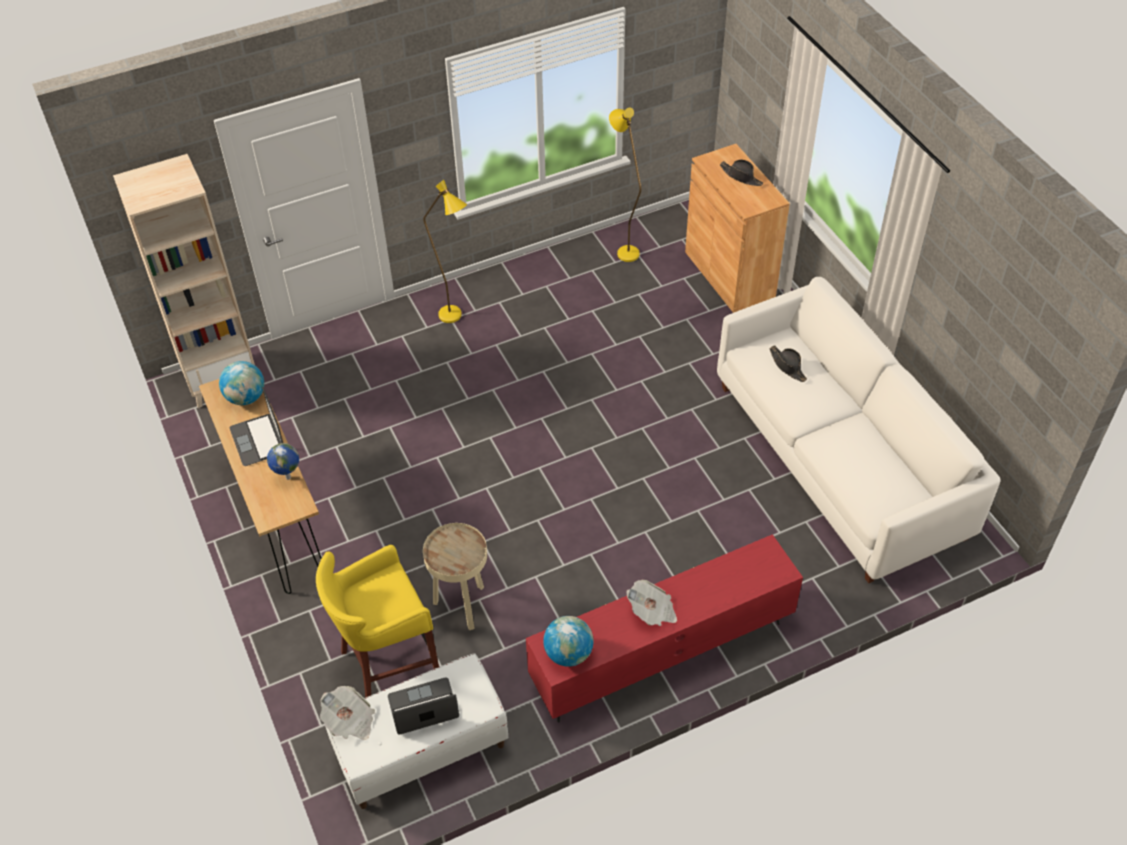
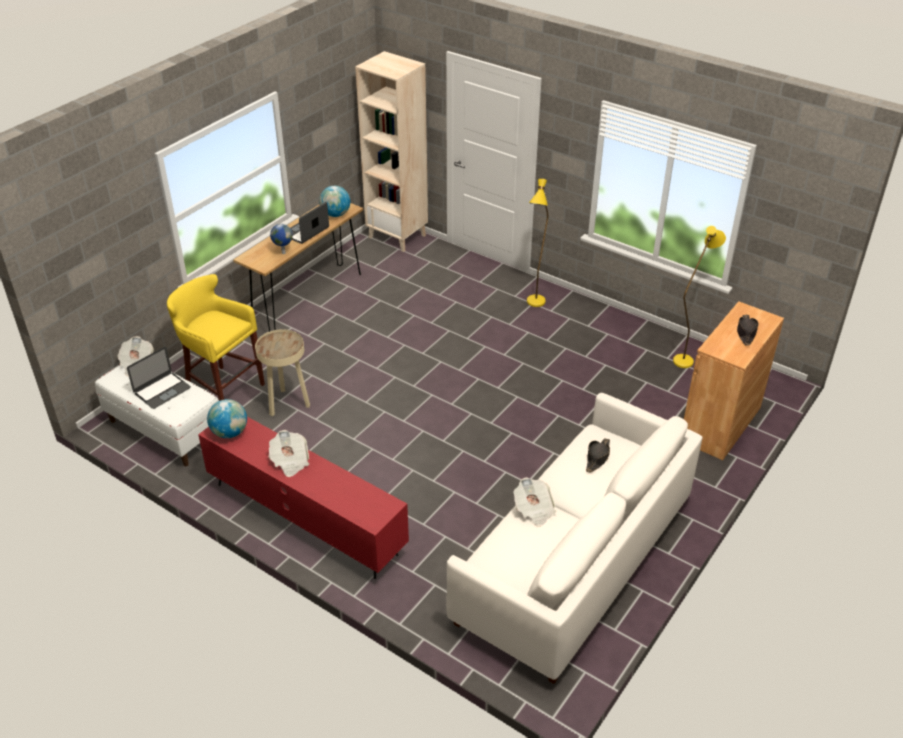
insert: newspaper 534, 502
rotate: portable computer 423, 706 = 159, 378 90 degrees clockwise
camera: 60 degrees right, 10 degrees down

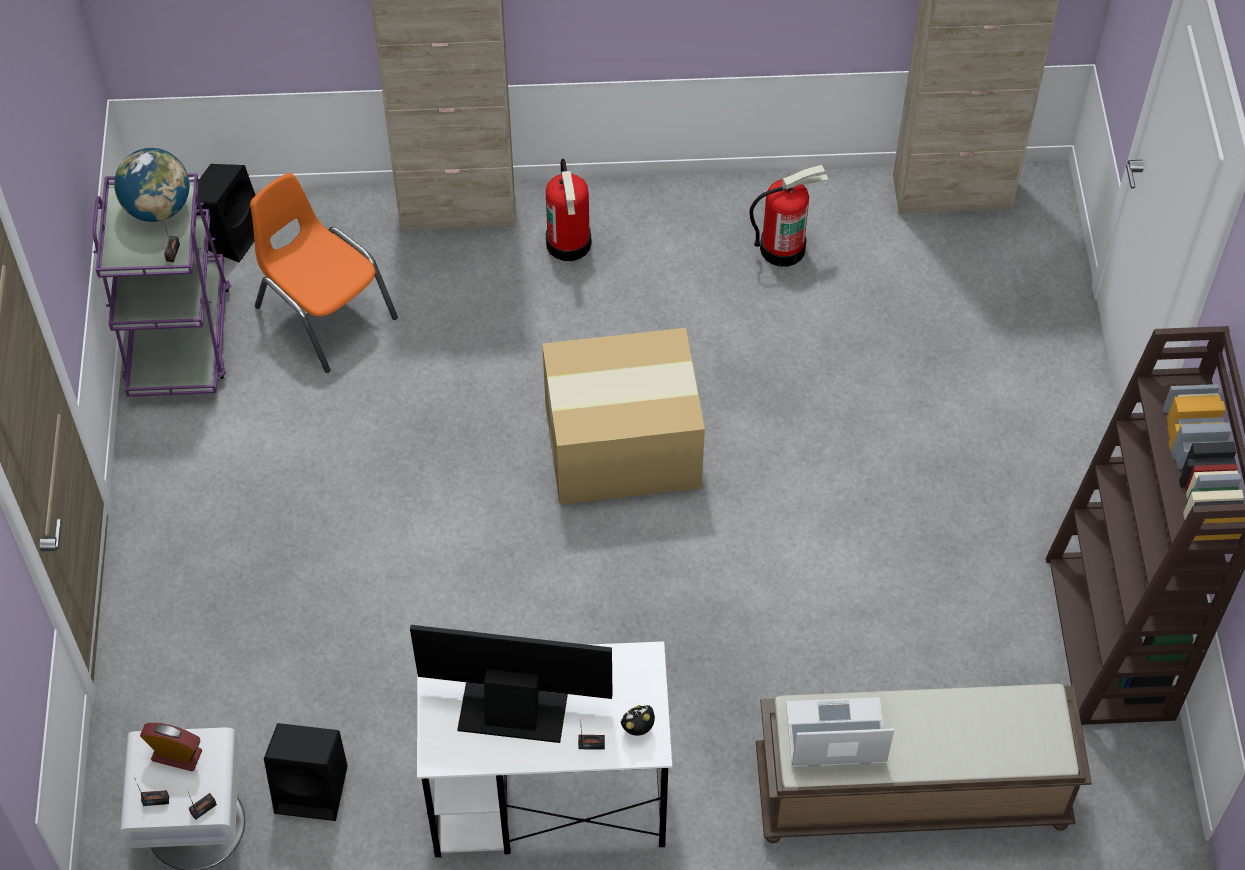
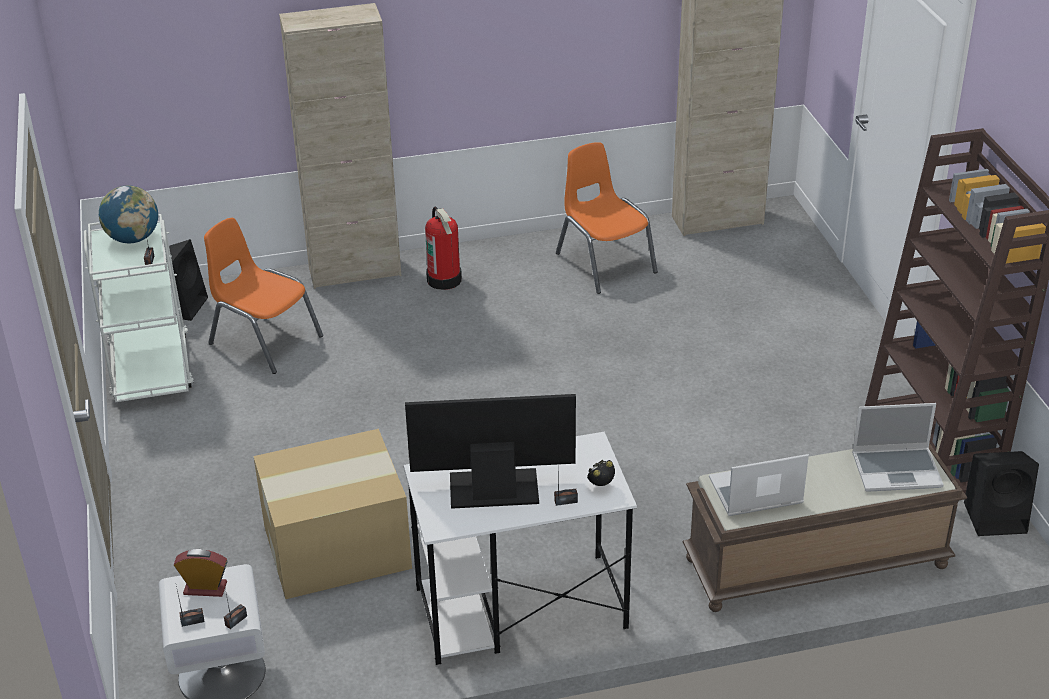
insert: portable computer 898, 447
move: carton 623, 416 to 332, 514; loudspeaker (black) 306, 772 to 1001, 493
replace: fire-fighting cylinder 788, 216 to chair (orange-coloured) 607, 218
recolor: wheeled cart (purple-coloured) 162, 285 to wheeled cart (white) 138, 308
camera: 10 degrees left, 20 degrees down

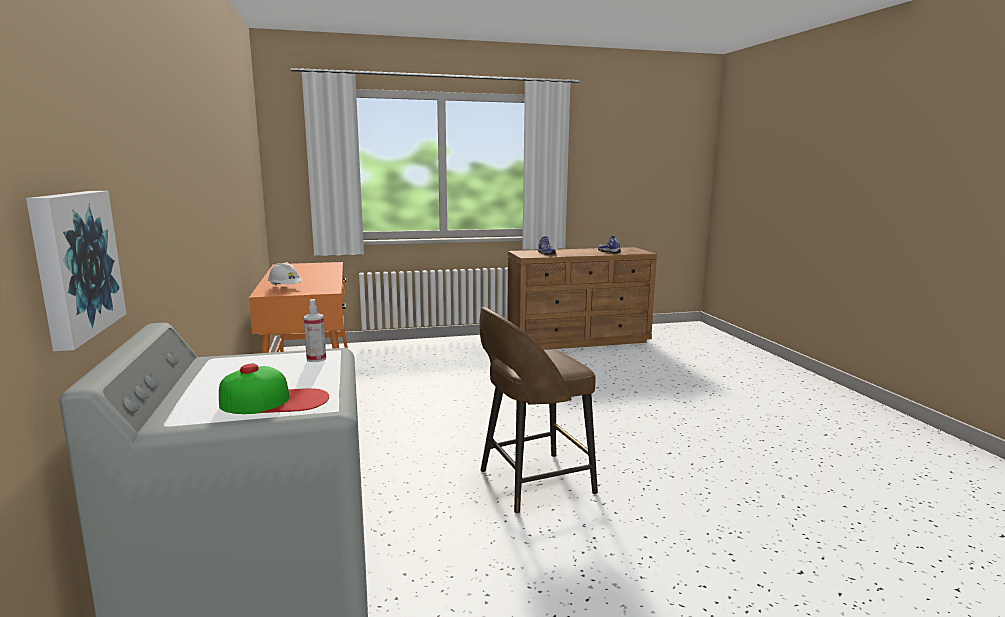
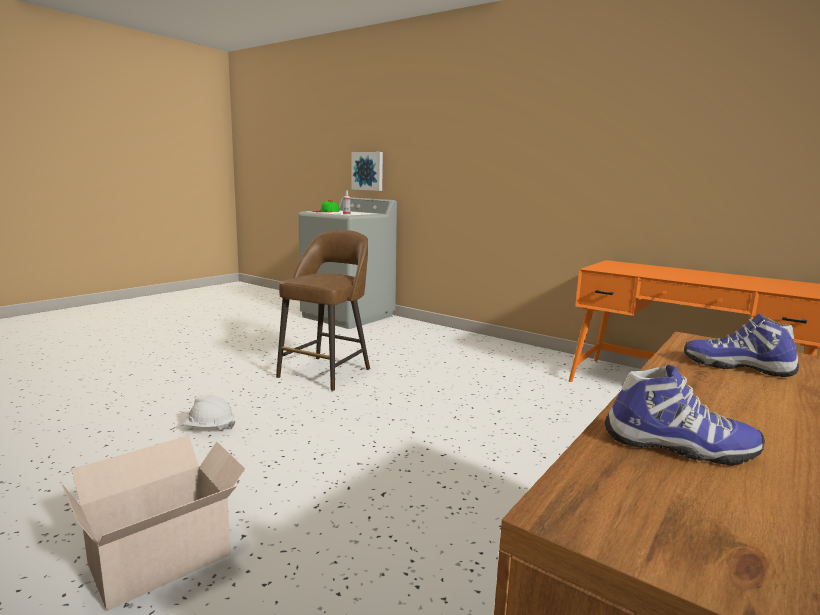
insert: carton 153, 523
move: safety helmet (white) 285, 274 to 209, 412
camera: 140 degrees right, 0 degrees up

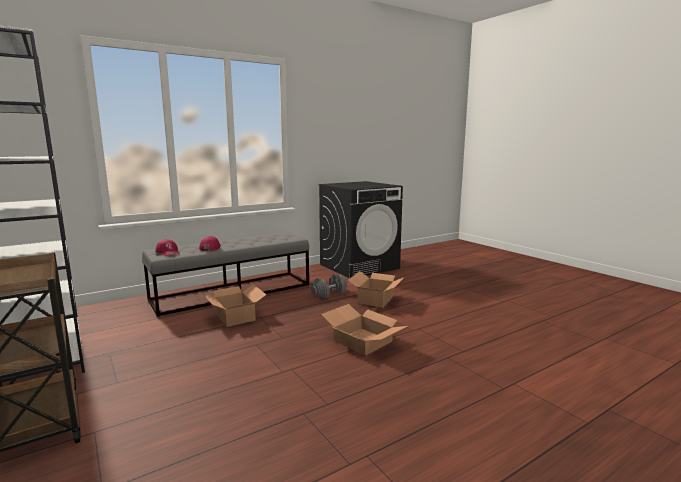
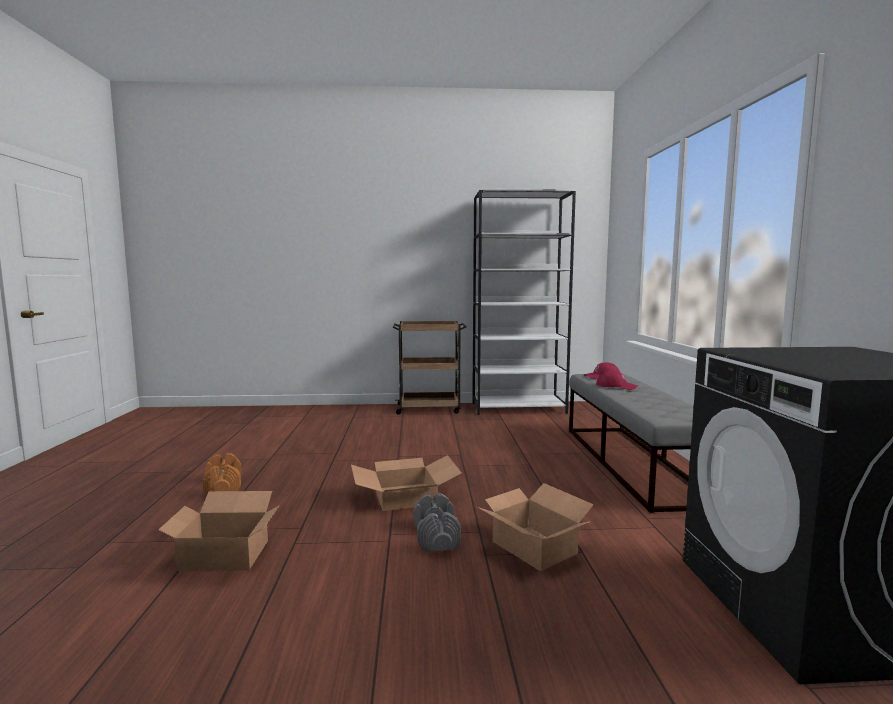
insert: dumbbell (orange-coloured) 221, 474
move: dumbbell (gray) 329, 286 to 437, 522; carton 234, 305 to 219, 531
camera: 120 degrees right, 5 degrees down

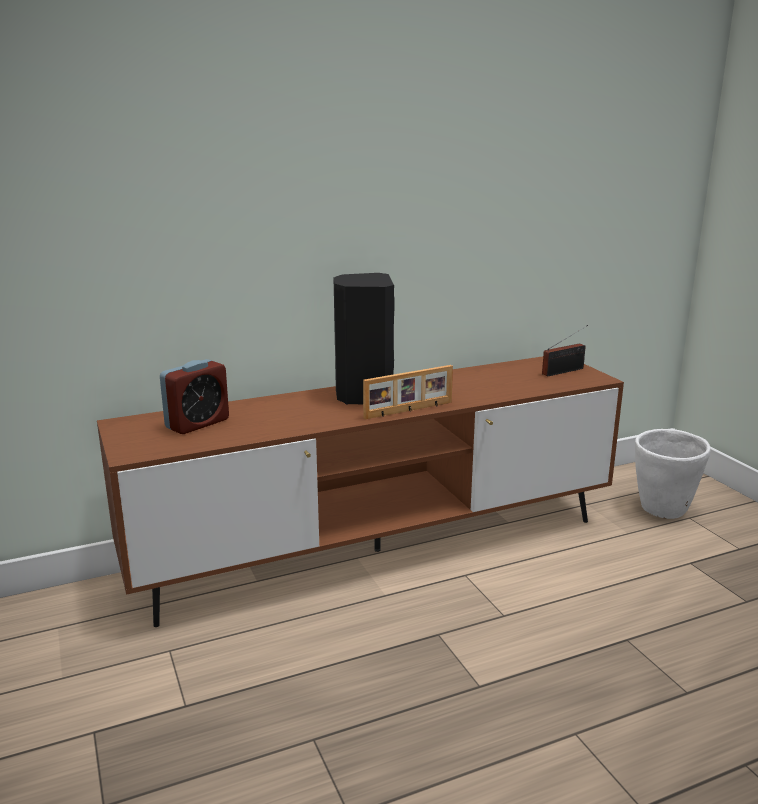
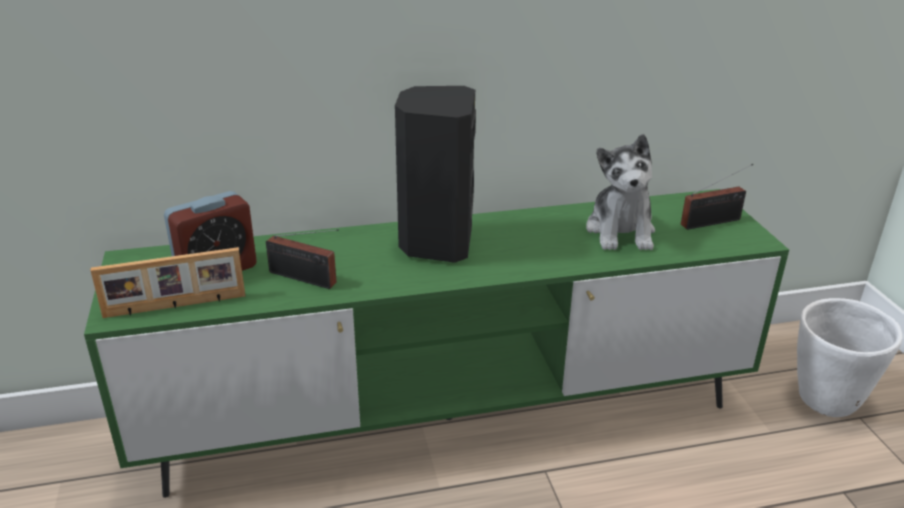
insert: cuddly toy 620, 192; radio receiver 302, 259
move: standing frame 408, 392 to 168, 282
recolor: tv unit (brown) 360, 491 to tv unit (green) 436, 343
camera: 10 degrees right, 10 degrees up

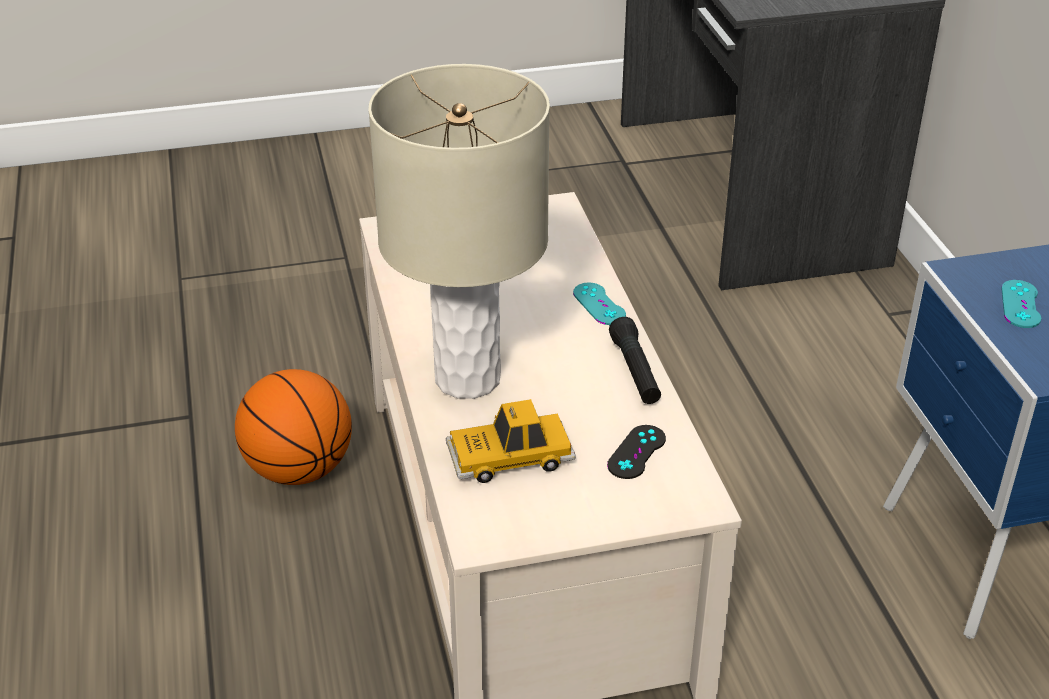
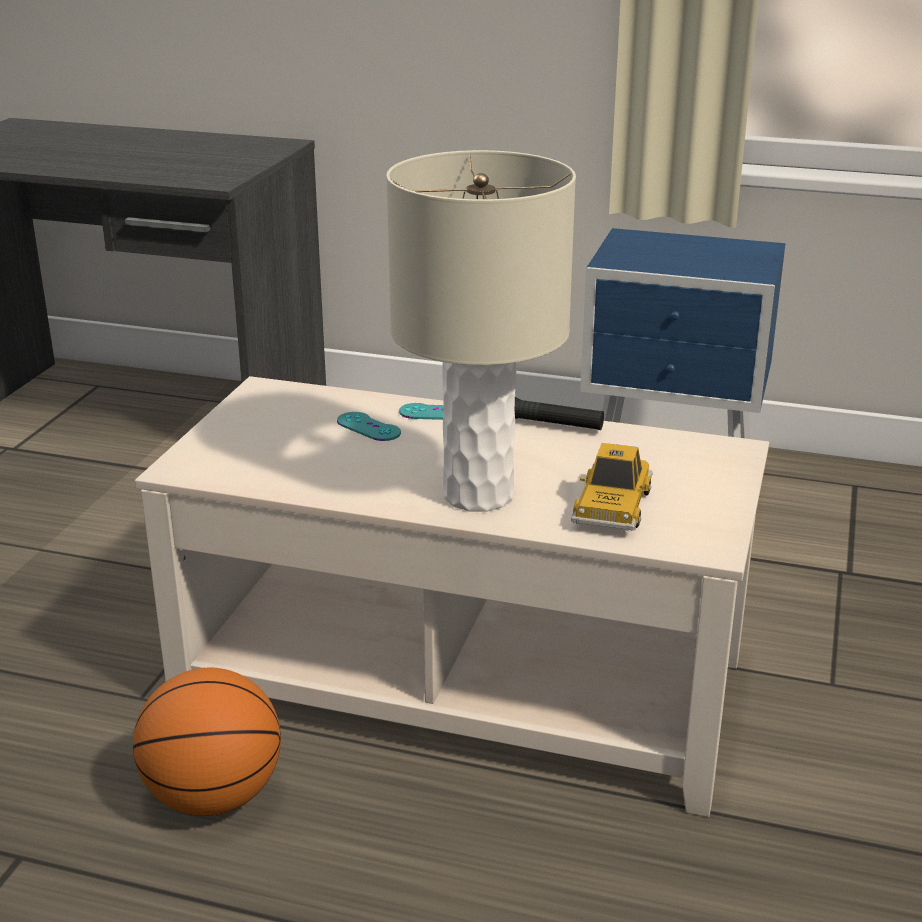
delete: gamepad (black) 636, 452
move: gamepad (turquoise) 1021, 304 to 369, 426
camera: 60 degrees left, 10 degrees down

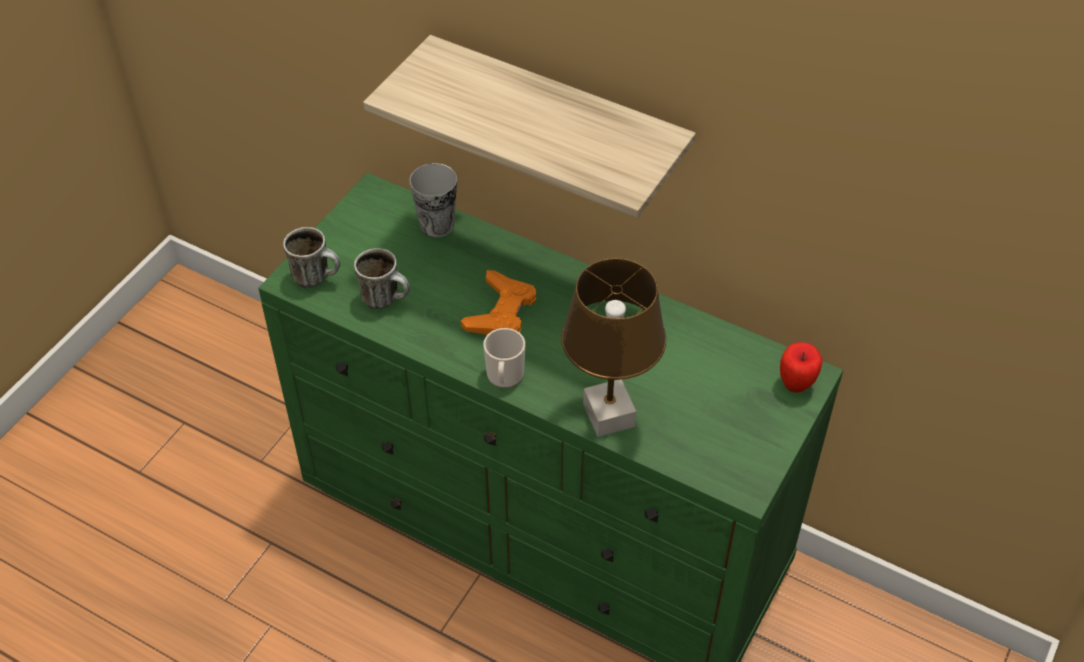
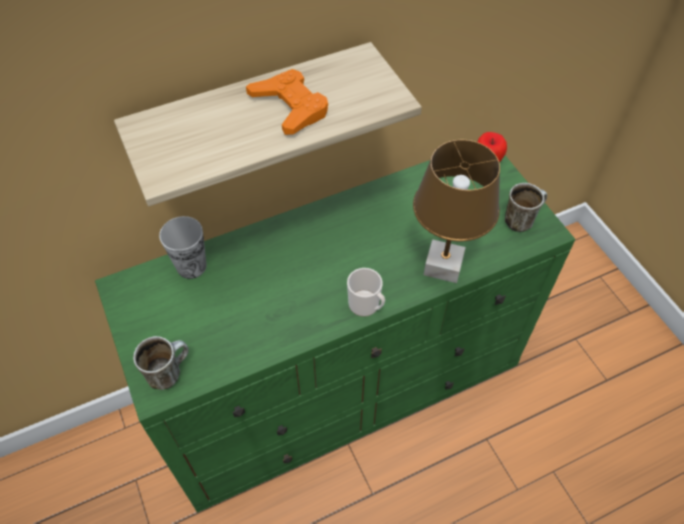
move: mug 382, 278 to 526, 207; gamepad (orange-coloured) 498, 302 to 287, 102
camera: 55 degrees left, 5 degrees up

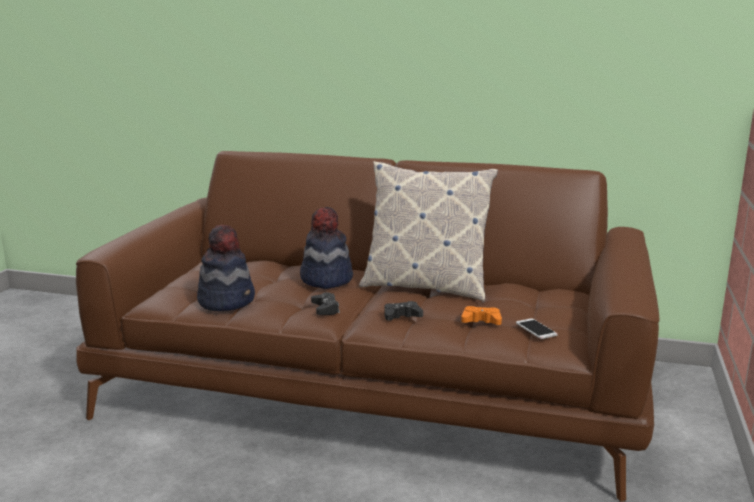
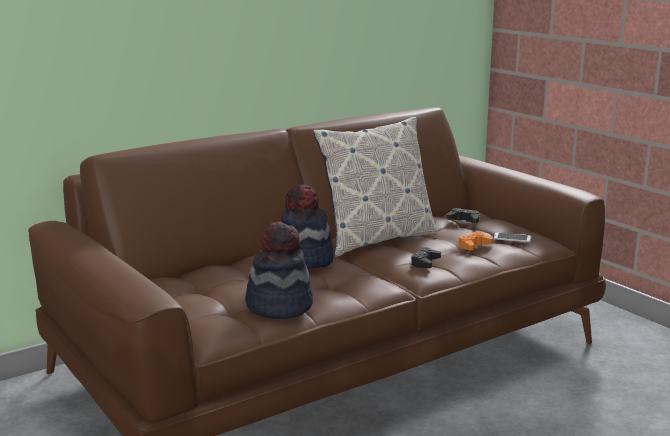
move: gamepad (black) 325, 304 to 463, 215
camera: 50 degrees left, 0 degrees up

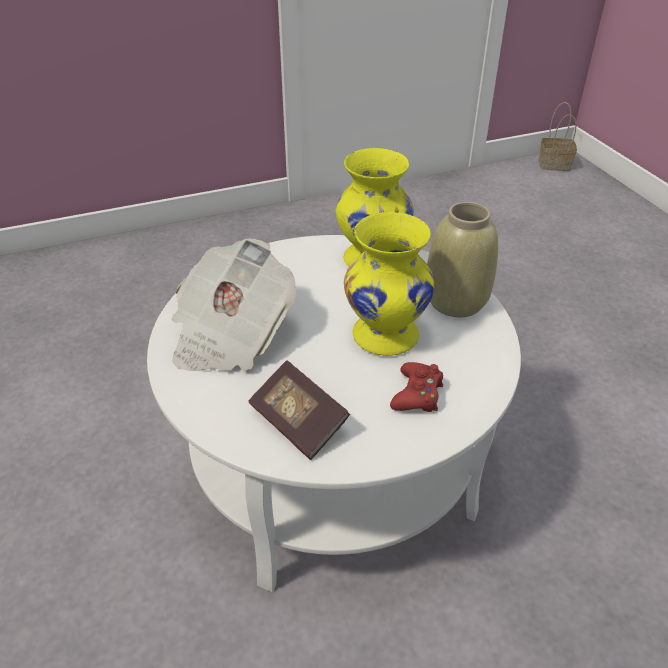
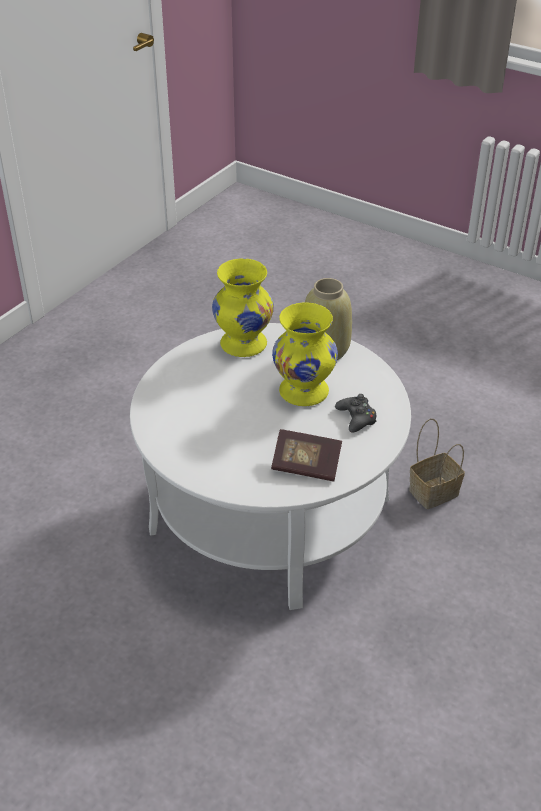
delete: newspaper 234, 304
move: basket 558, 136 to 437, 464
recolor: gamepad (reddish) 416, 387 to gamepad (black) 356, 413
camera: 35 degrees left, 0 degrees up

